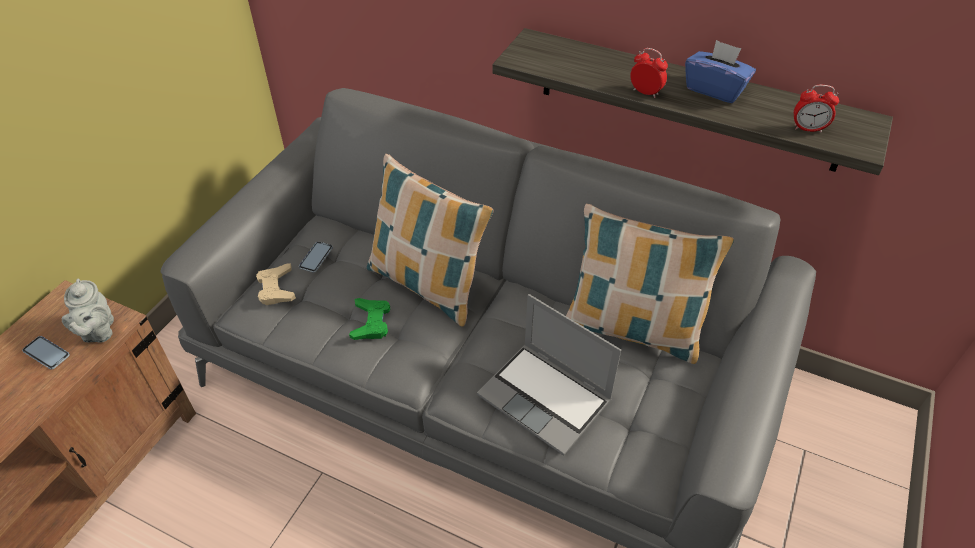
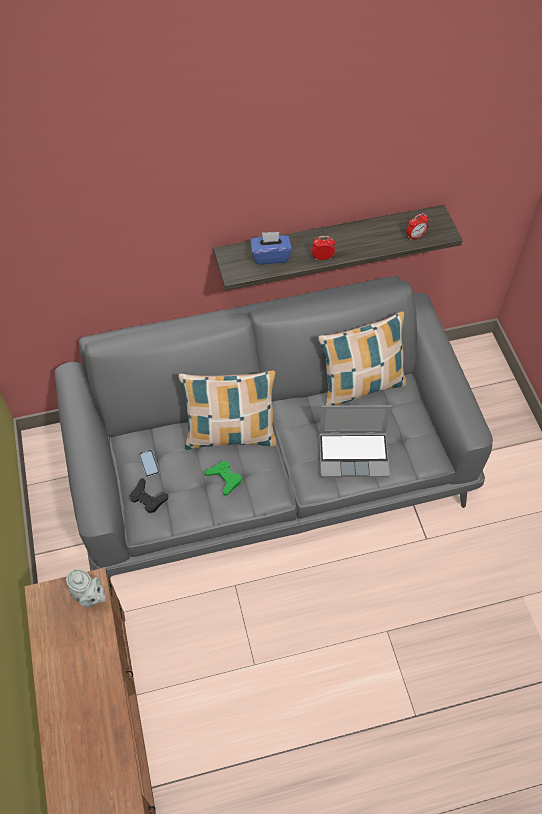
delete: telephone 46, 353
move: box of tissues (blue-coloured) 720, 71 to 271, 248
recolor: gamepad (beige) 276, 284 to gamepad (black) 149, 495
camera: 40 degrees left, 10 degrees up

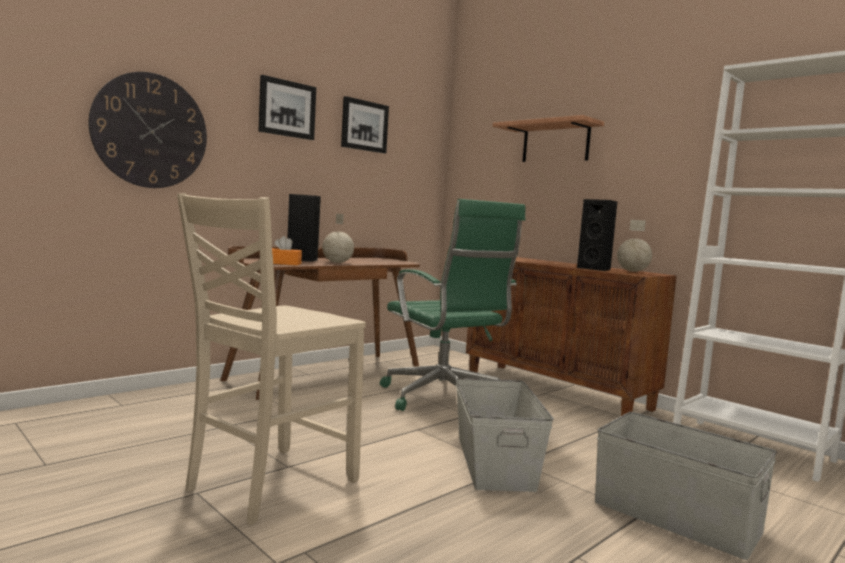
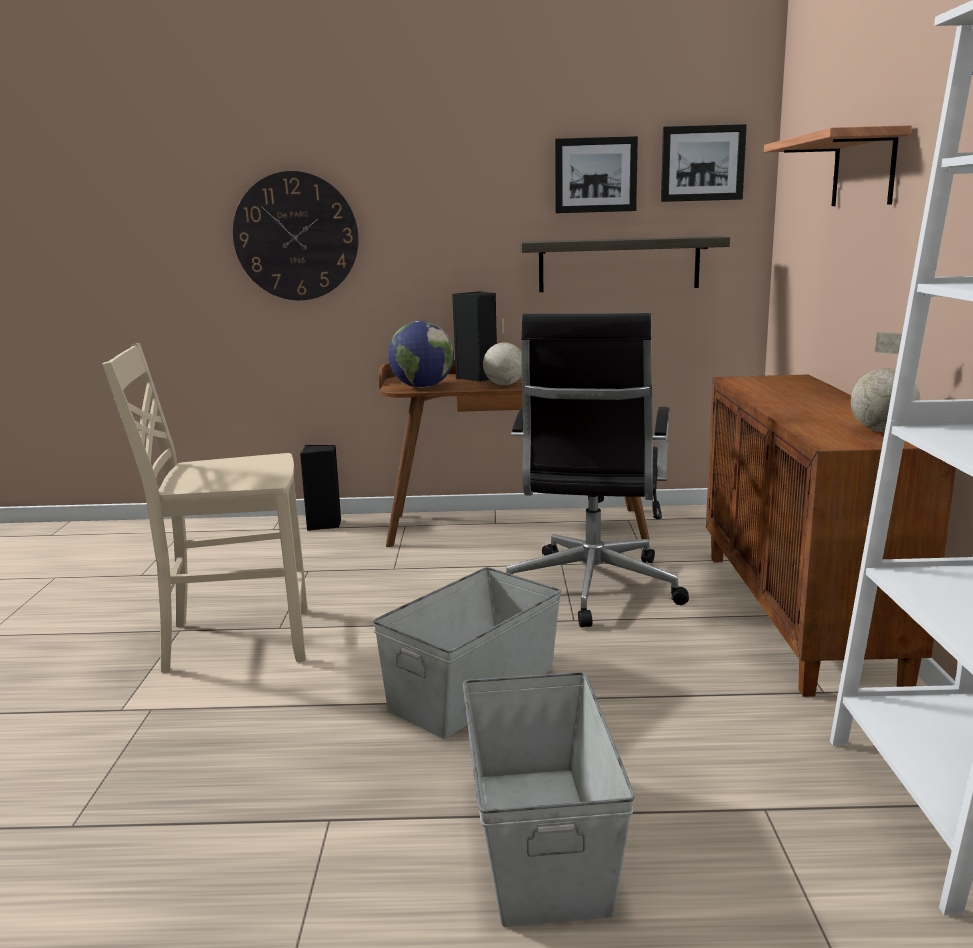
insert: bracket shelf 625, 264
move: wall picture 287, 107 to 704, 163; loudspeaker (black) 597, 235 to 320, 488
replace: box of tissues (orange-coloured) 287, 250 to desk globe 421, 354
recolor: computer chair (green) 452, 305 to computer chair (black) 597, 470
camera: 45 degrees right, 10 degrees up

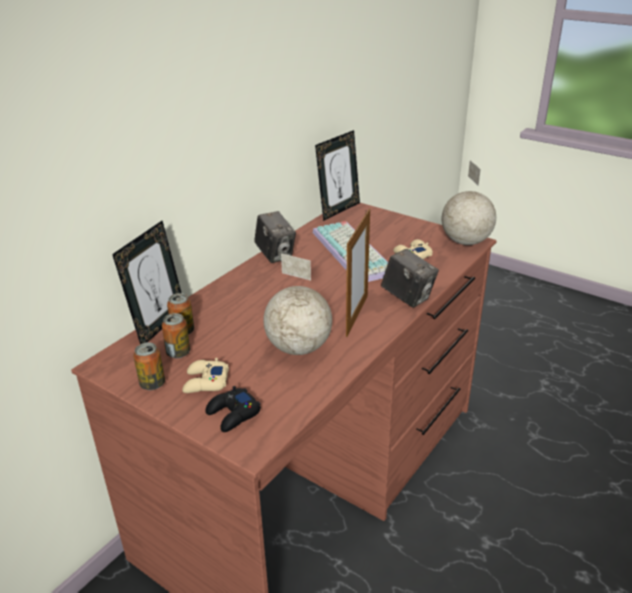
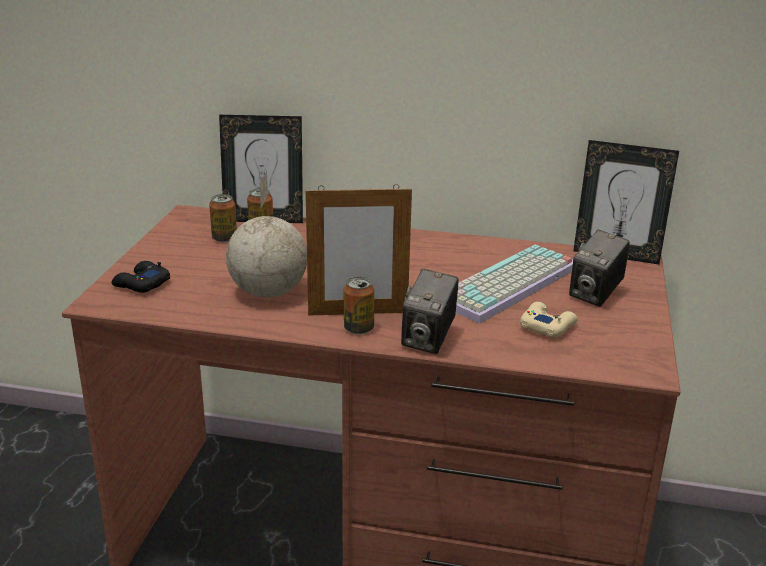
delete: desk globe 469, 203; gamepad (beige) 205, 375
move: still camera 275, 237 to 599, 268; can 149, 366 to 359, 305
camera: 65 degrees right, 5 degrees down

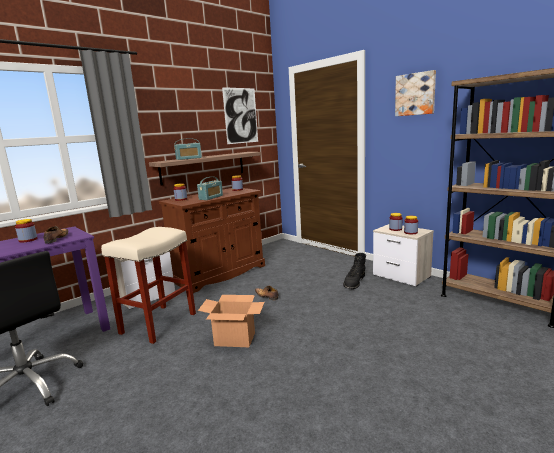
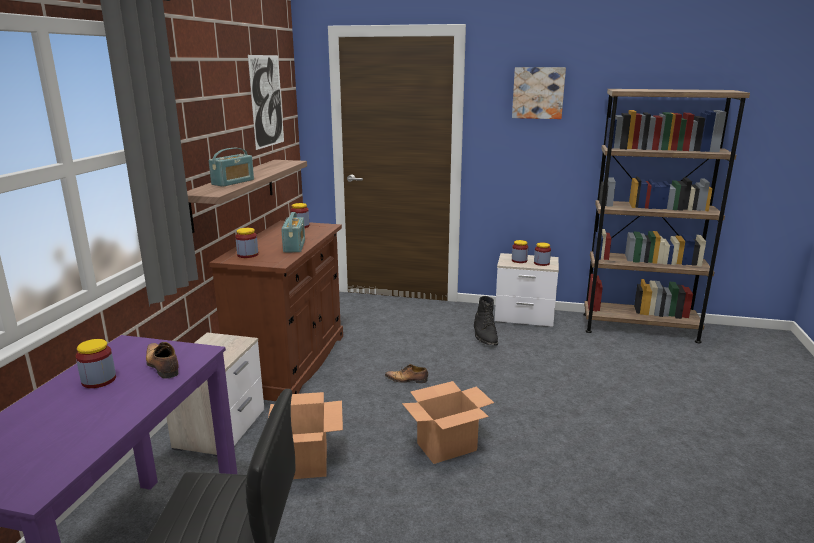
replace: stool (beige) 148, 285 to carton 305, 435
camera: 35 degrees left, 5 degrees up

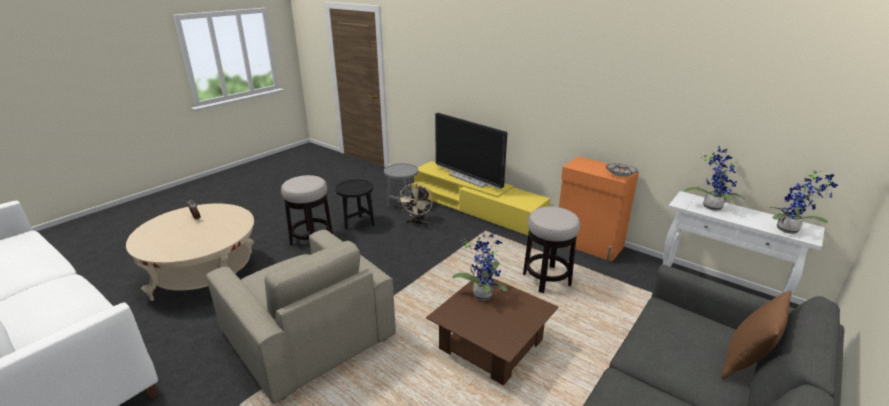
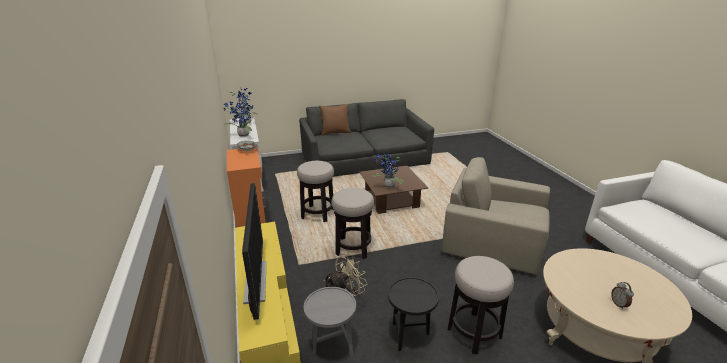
insert: stool 353, 223
rotate: lounge chair (beige) 301, 317 = 496, 216 60 degrees counterclockwise
camera: 145 degrees left, 0 degrees up

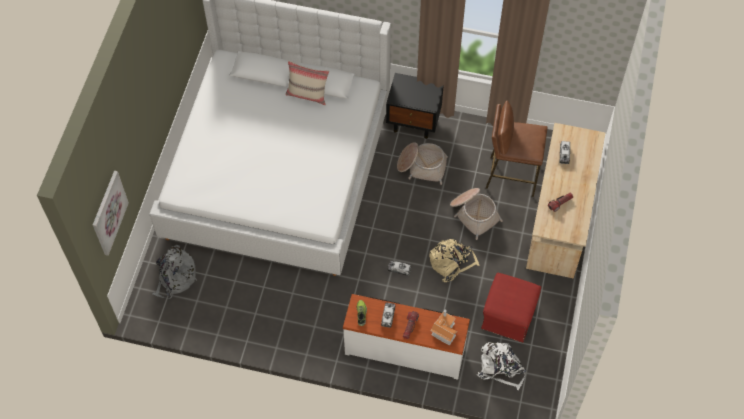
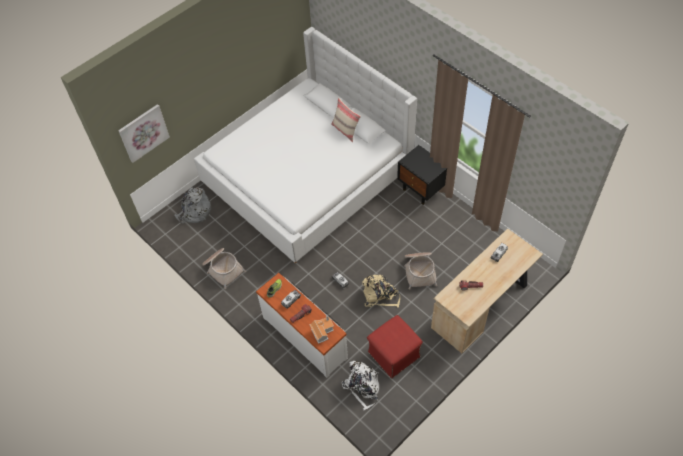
delete: stool (brown) 517, 149
move: basket 422, 163 to 224, 268
camera: 35 degrees right, 5 degrees down

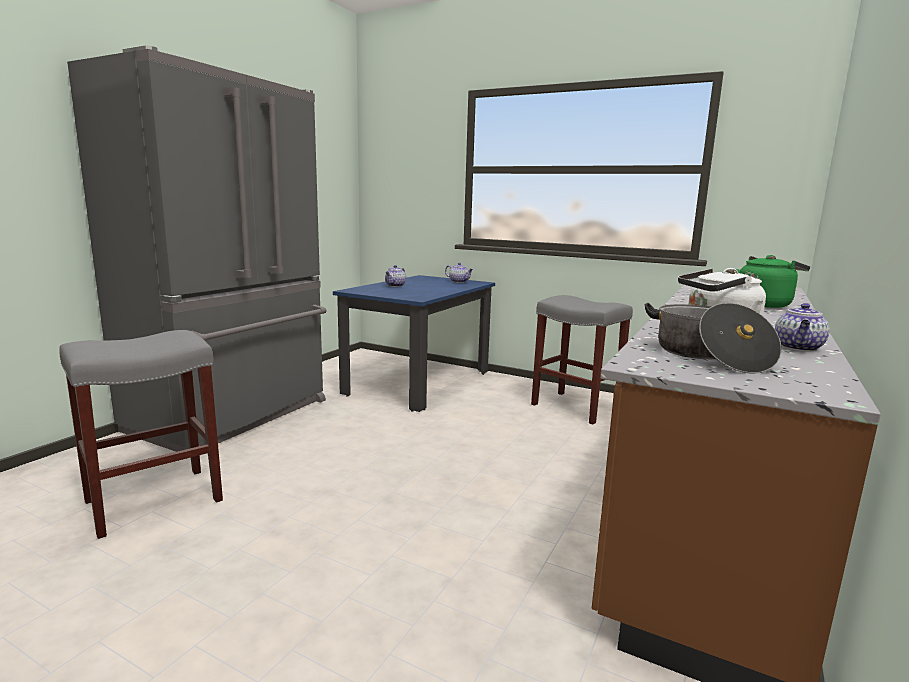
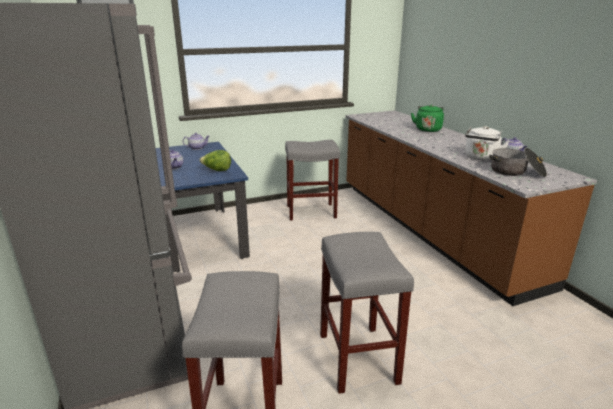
insert: head of lettuce 215, 160; stool (gray) 367, 313
camera: 50 degrees left, 10 degrees up

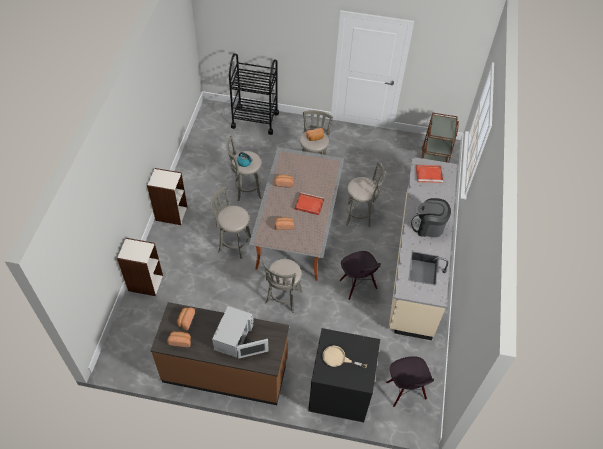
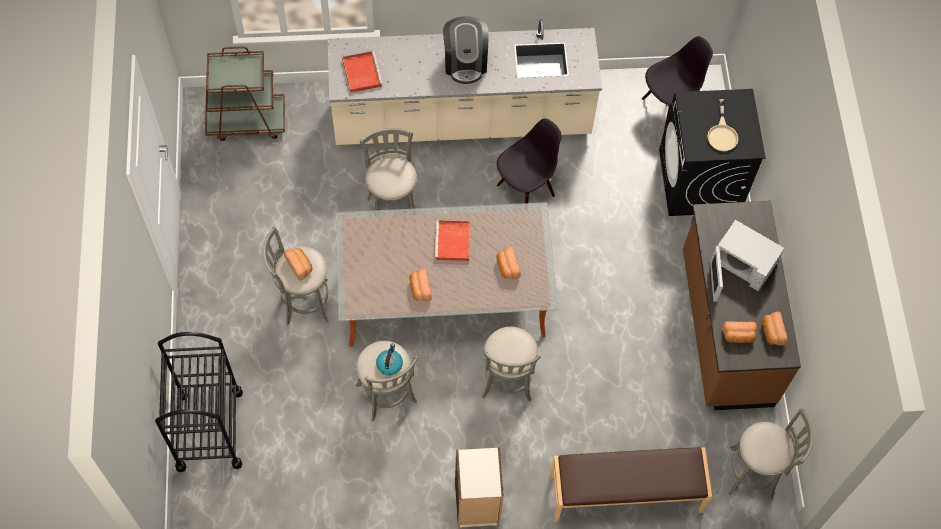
move: stool (gray) 282, 286 to 771, 453
replace: shelving unit 140, 267 to bench (brown) 631, 484
rotate: kitchen microwave (white) 240, 332 = 747, 261 150 degrees counterclockwise
camera: 105 degrees left, 10 degrees up

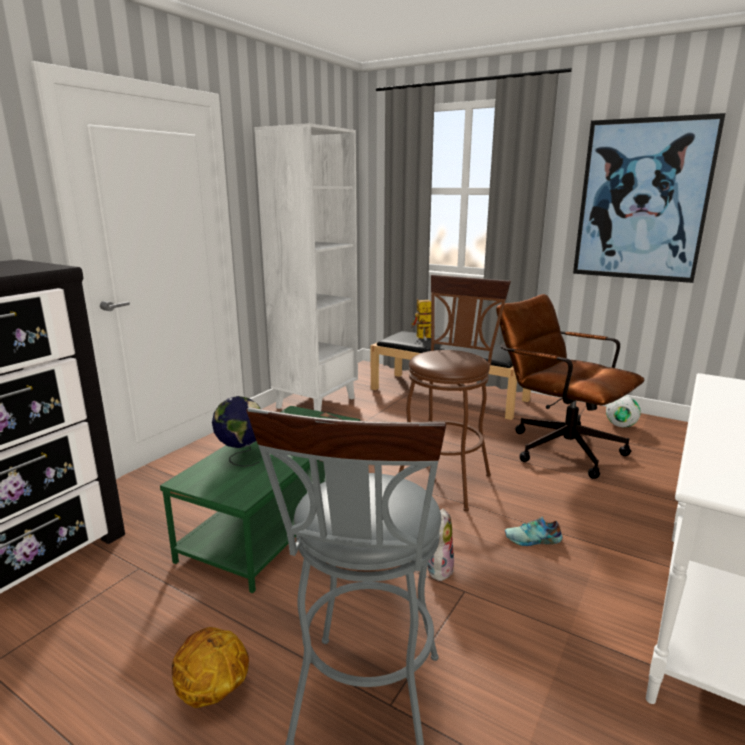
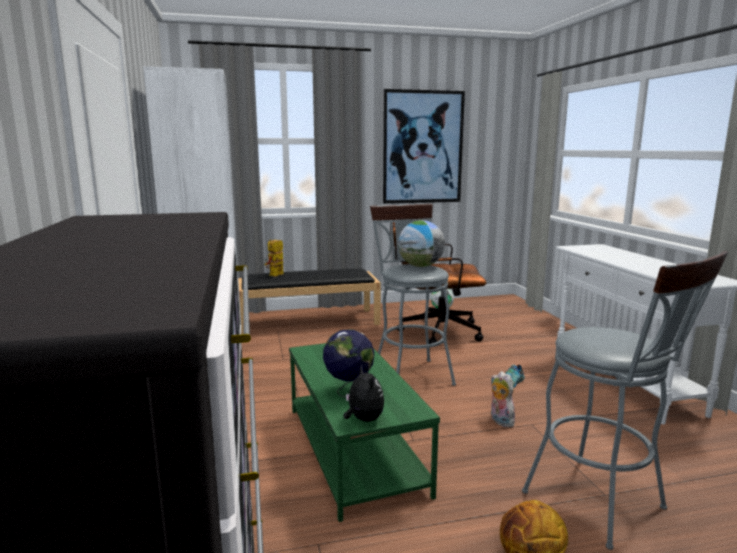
insert: desk globe 421, 243; cuddly toy 364, 393
recolor: stool (brown) 455, 393 to stool (gray) 413, 295
camera: 45 degrees left, 5 degrees down

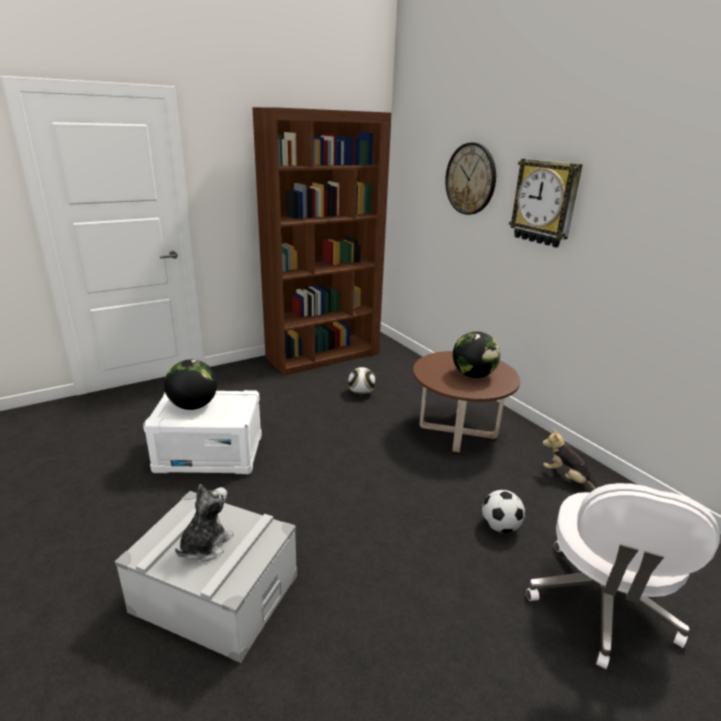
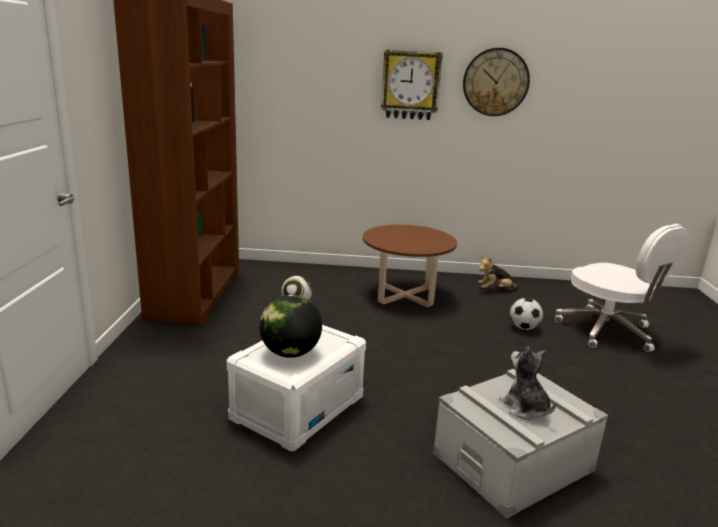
delete: desk globe 476, 354
move: wall clock 470, 179 to 496, 82
camera: 55 degrees left, 5 degrees down

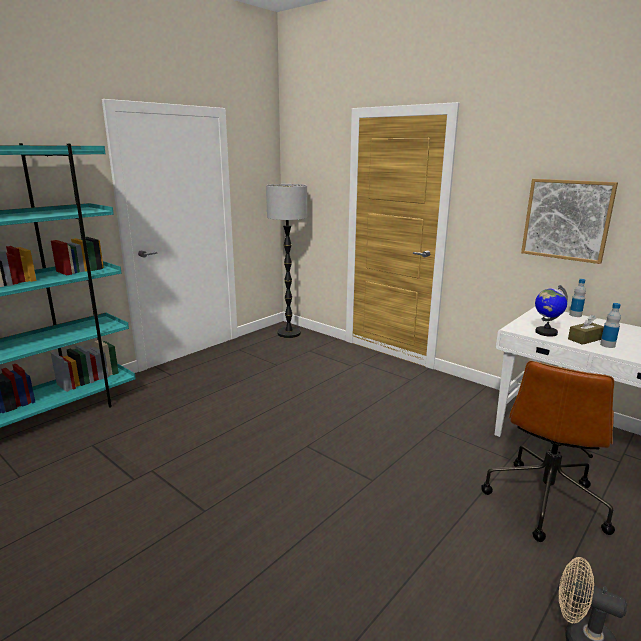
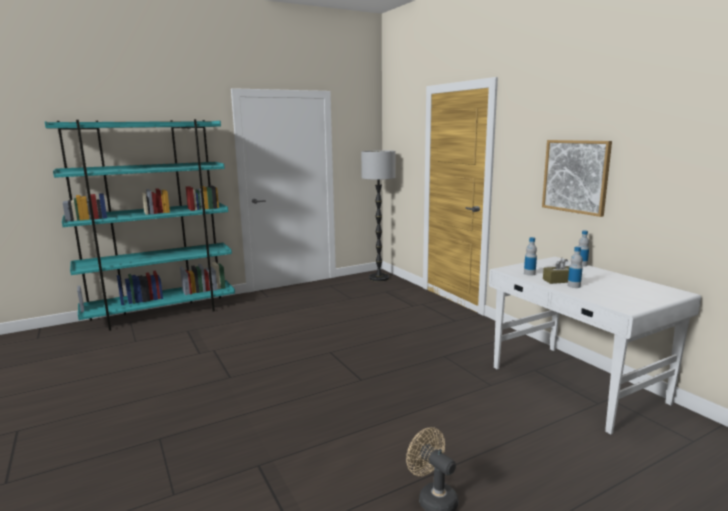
delete: computer chair (brown) 548, 451
replace: desk globe 551, 311 to drink bottle 530, 256
camera: 20 degrees right, 5 degrees down

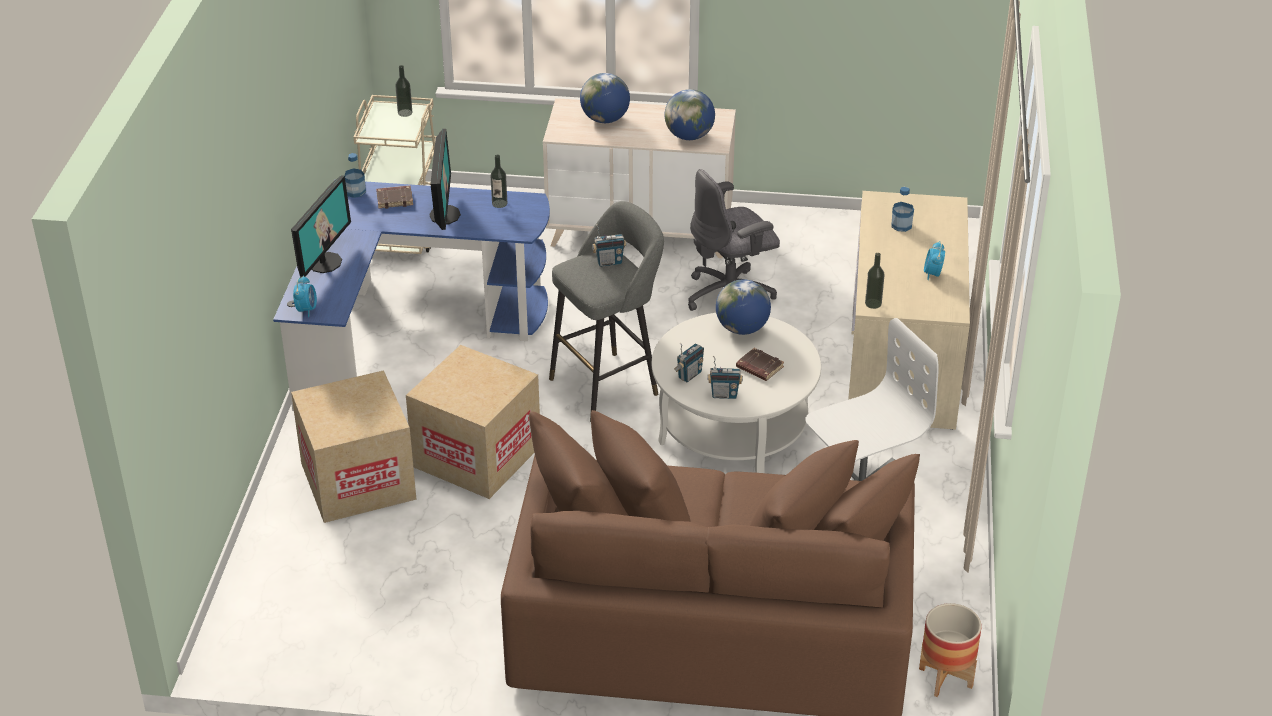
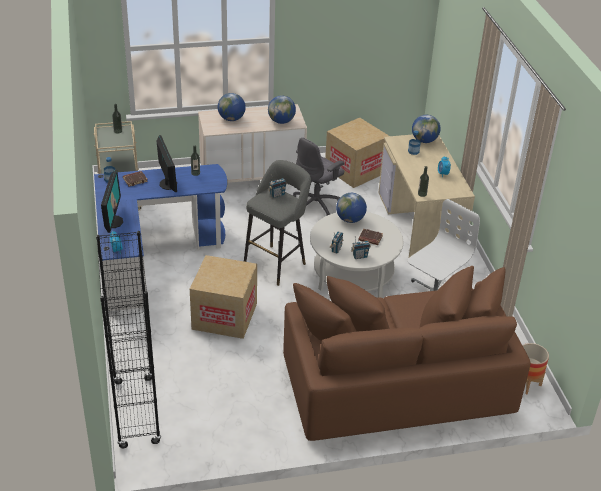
insert: desk globe 426, 129; shelving unit (black) 128, 339
move: carton 354, 446 to 357, 153
camera: 20 degrees left, 0 degrees up

